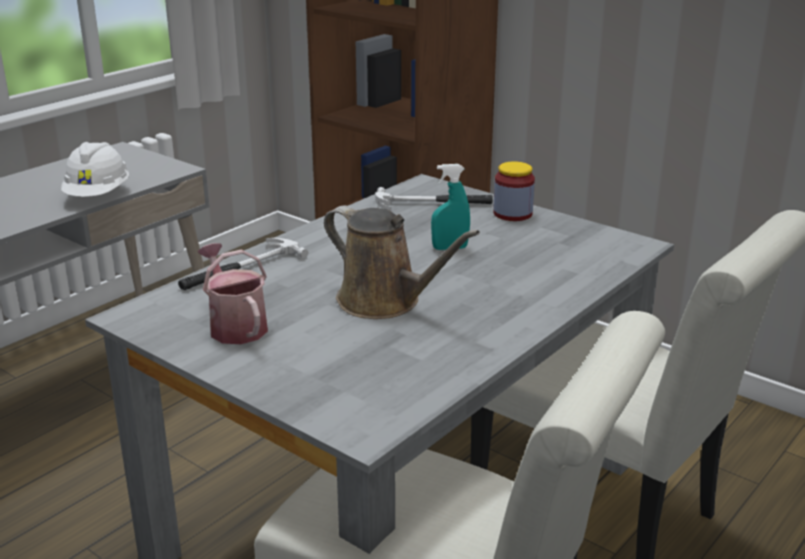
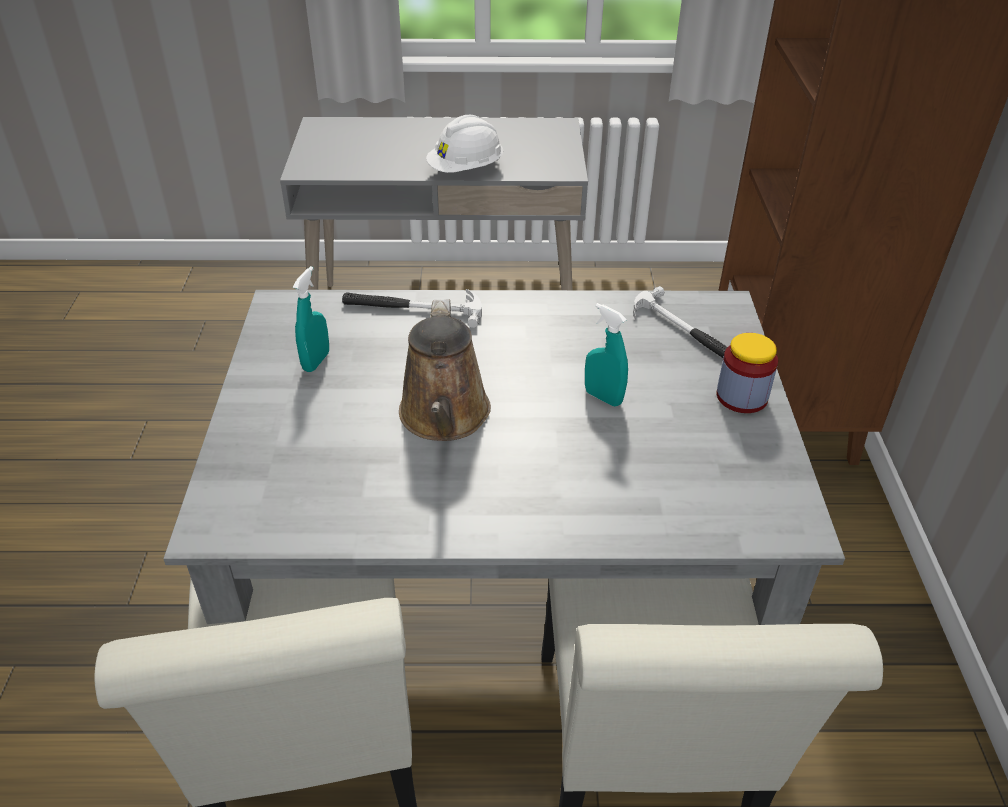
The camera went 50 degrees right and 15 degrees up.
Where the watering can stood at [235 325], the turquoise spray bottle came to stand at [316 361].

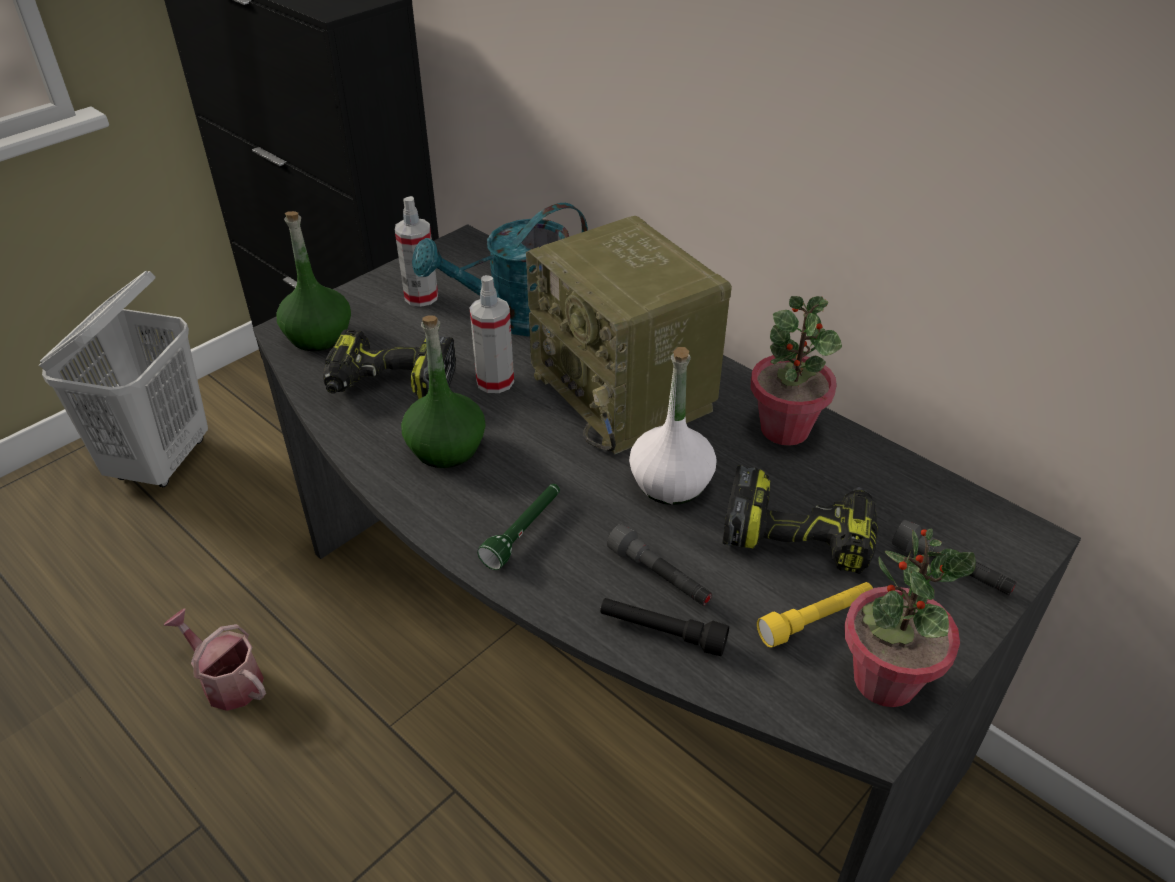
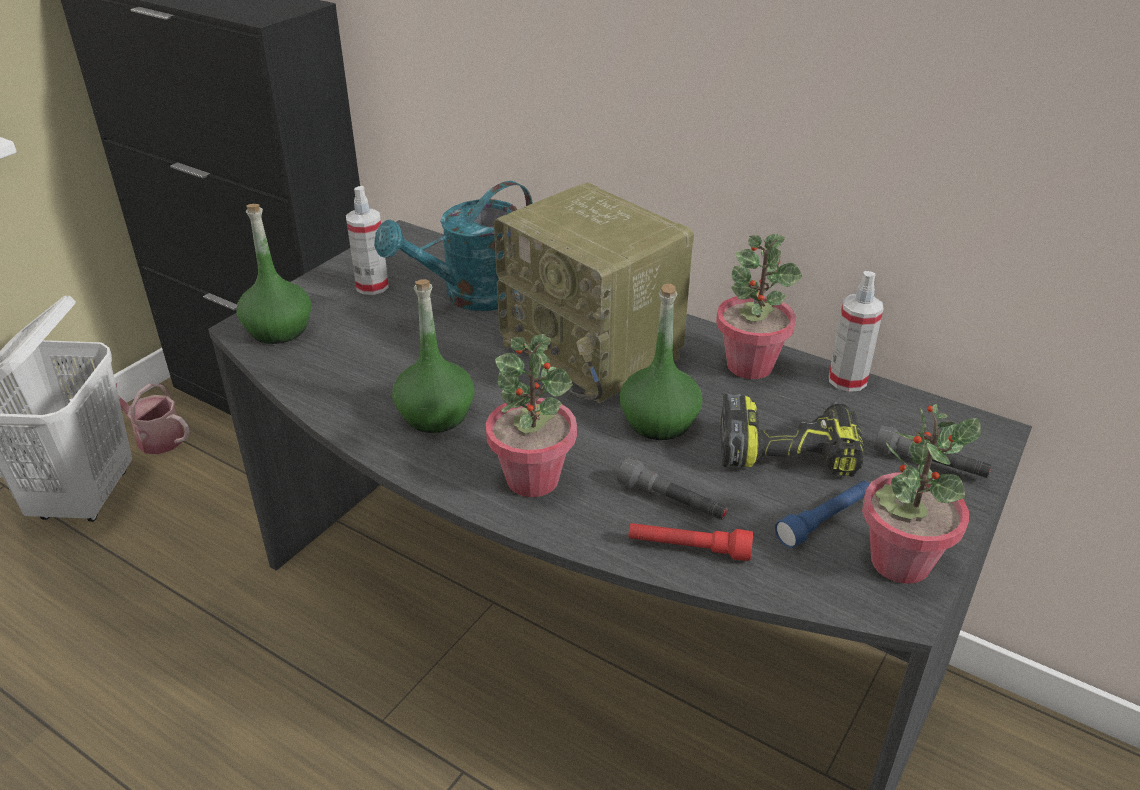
The camera went 10 degrees left and 5 degrees down.
The second view lost the power drill at [389 385].
The watering can ended up elsewhere, having gone from [227 681] to [155 438].
The spray bottle ended up elsewhere, having gone from [495 381] to [847 380].
Where the green flashlight stood at [524 532], the potted plant came to stand at [533 479].
What was the black flashlight at [662 633] turned into the red flashlight at [688 549].
What was the white bottle at [671 483] turned into the green bottle at [659 422].
What was the yellow flashlight at [816 620] turned into the blue flashlight at [824 521].

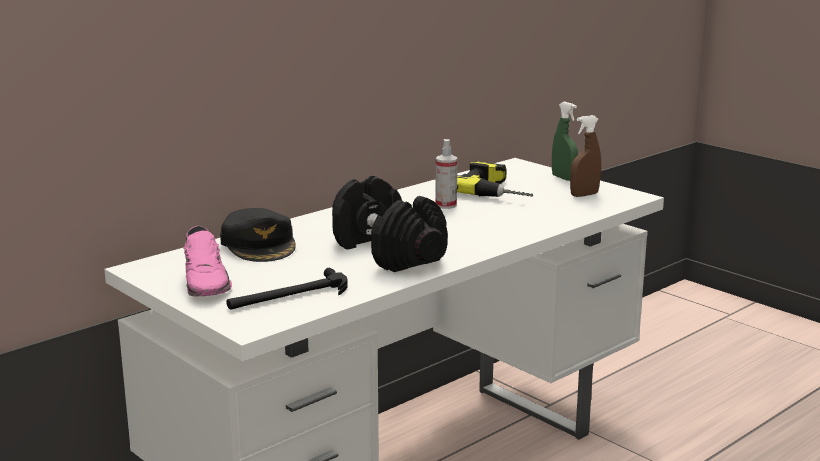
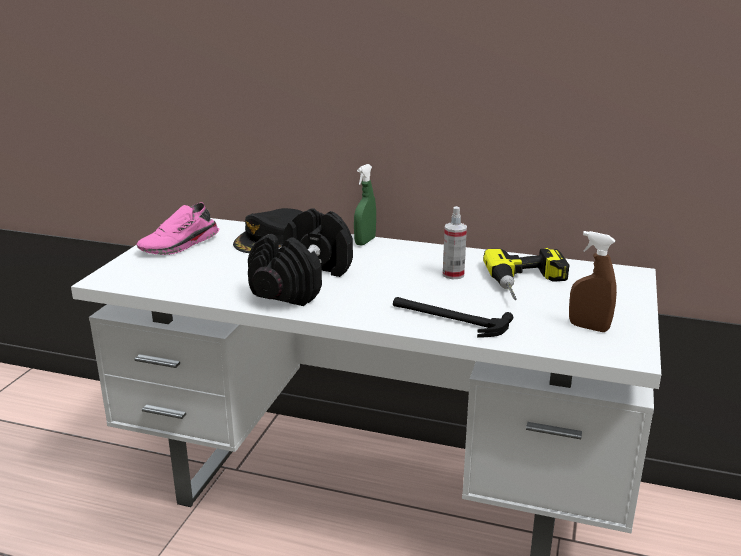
The camera went 60 degrees right and 5 degrees up.
The hammer ended up elsewhere, having gone from [288 296] to [448 318].
The green spray bottle ended up elsewhere, having gone from [563 178] to [365 241].

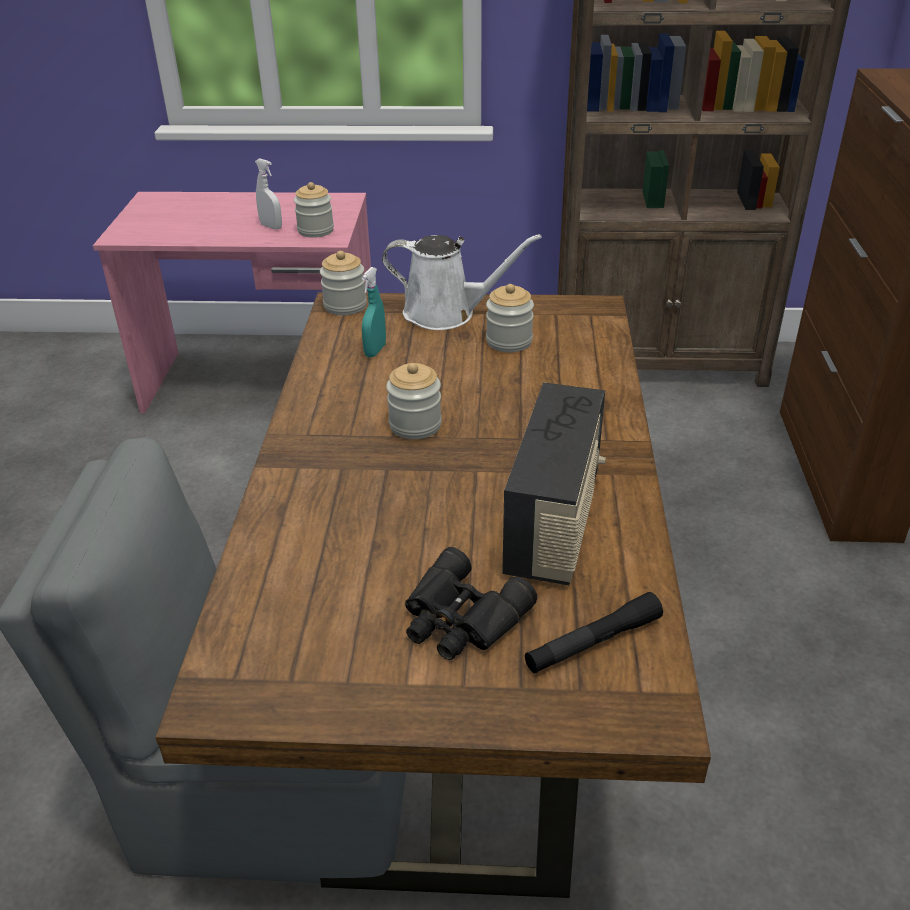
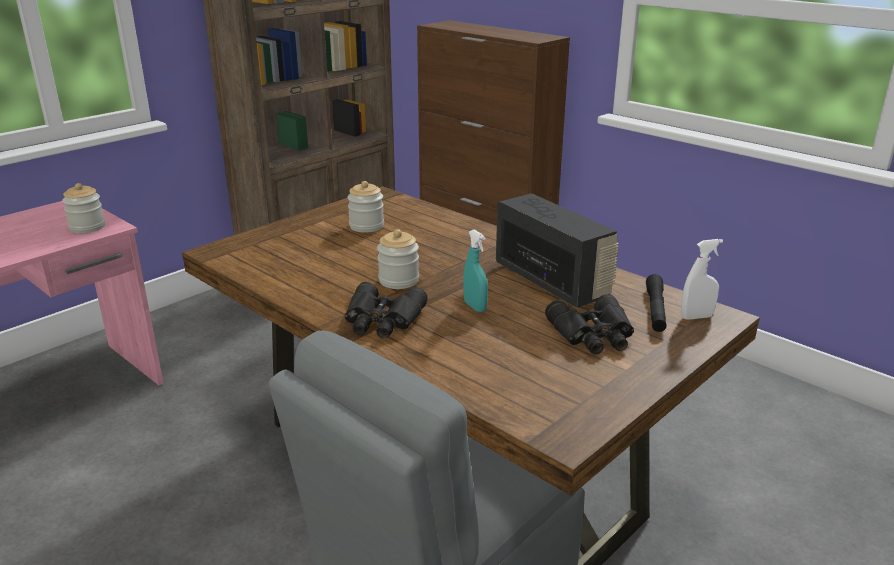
The camera went 50 degrees left and 10 degrees down.
The second view lost the jar at [345 306].
The second view lost the white watering can at [446 313].
The second view gained the black binoculars at [382 320].
The white spray bottle ended up elsewhere, having gone from [271 227] to [696 317].
The turquoise spray bottle ended up elsewhere, having gone from [375 351] to [475 307].

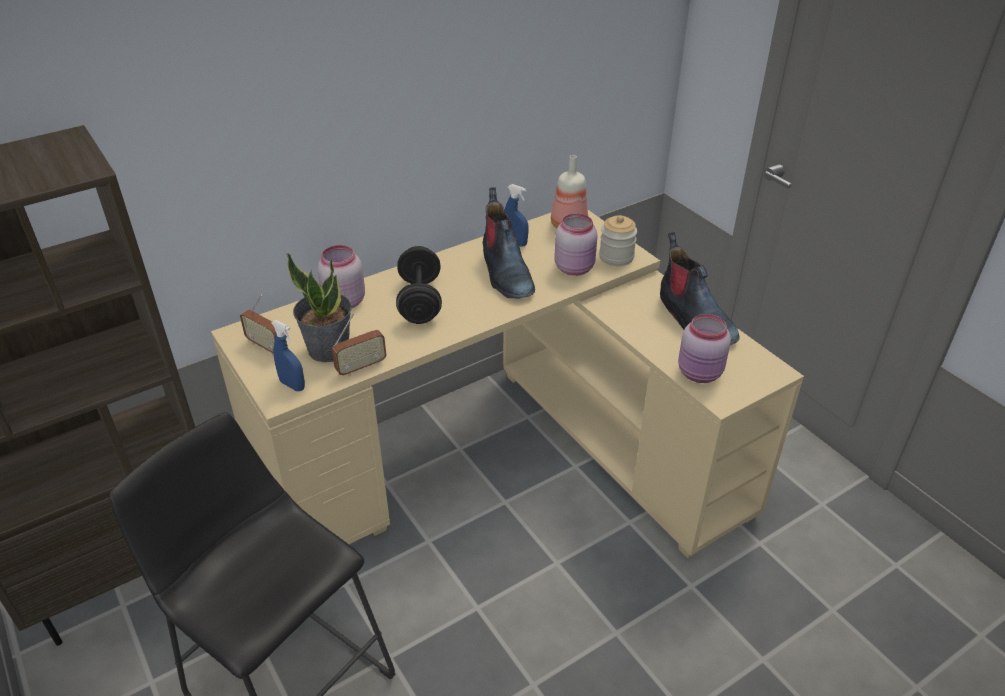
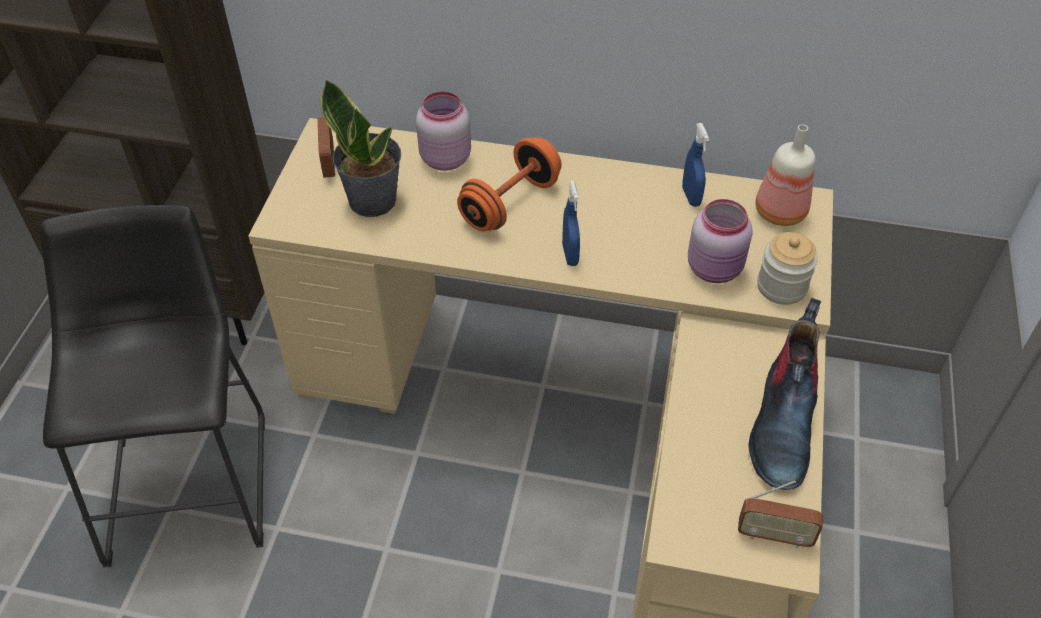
The camera went 45 degrees right and 10 degrees up.
The second view lost the boot at [505 273].
The second view lost the pink jar at [700 373].
The blue spray bottle ended up elsewhere, having gone from [292 385] to [570 255].
The radio ended up elsewhere, having gone from [361 367] to [774 536].
What was the black dumbbell at [420 301] turned into the orange dumbbell at [510 203].

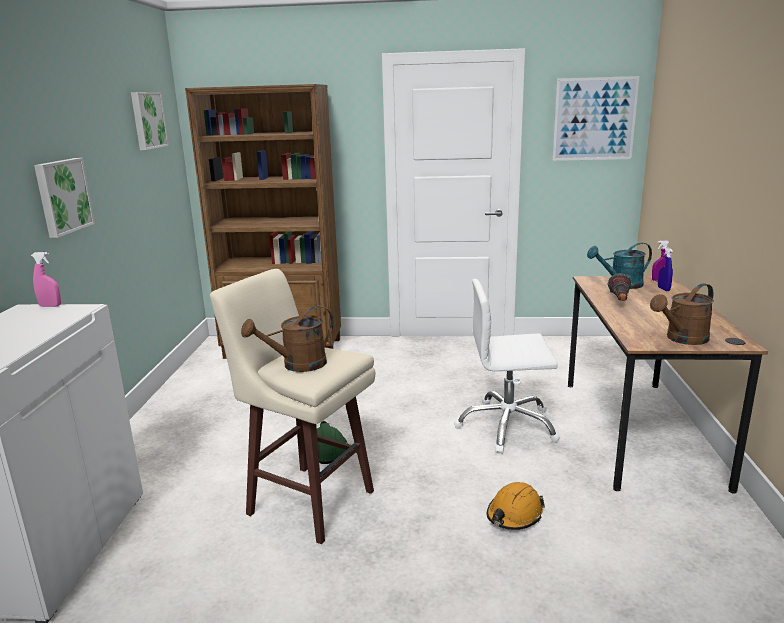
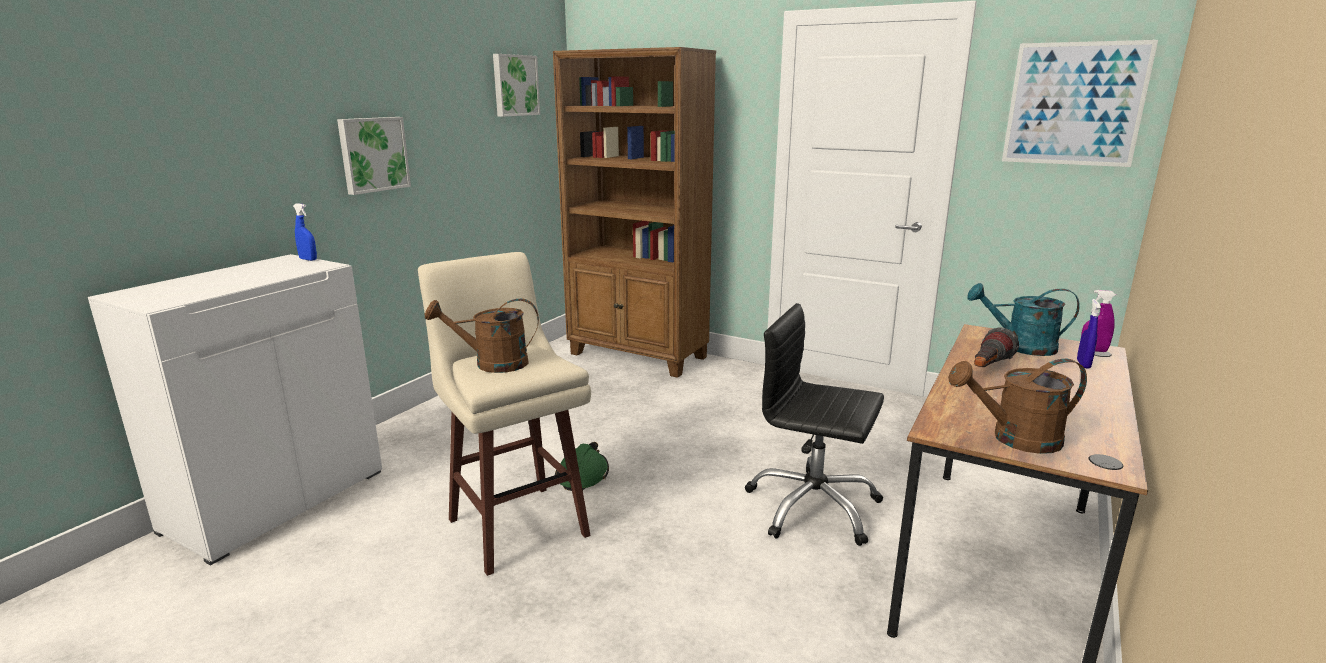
The camera went 25 degrees right and 0 degrees up.
The second view lost the orange hard hat at [514 515].
What was the pink spray bottle at [50 306] turned into the blue spray bottle at [308 259].
What was the white office chair at [507 426] turned into the black office chair at [812 507].

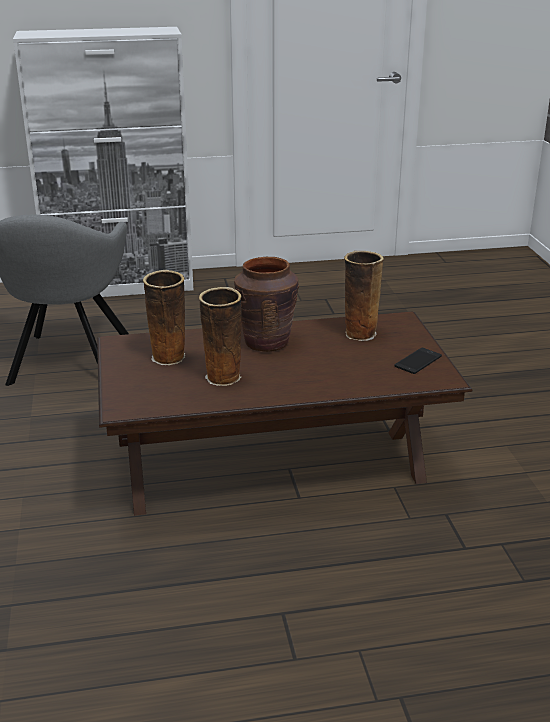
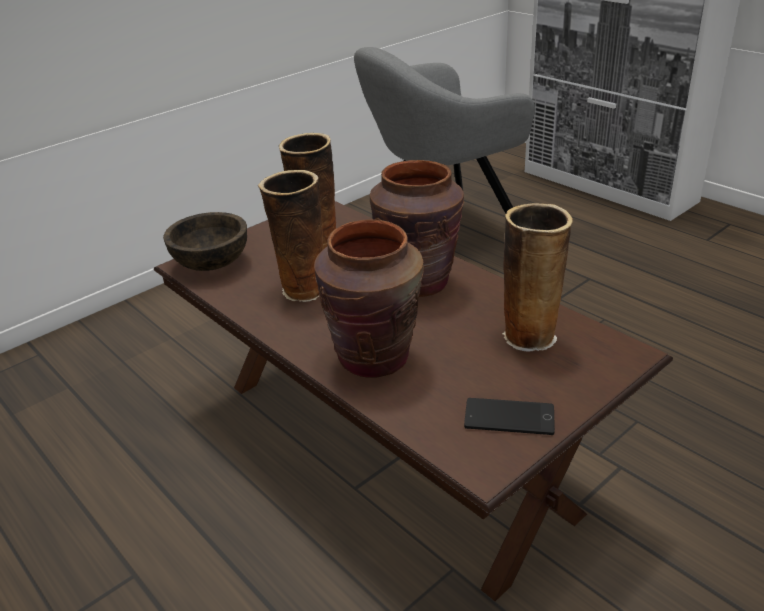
The camera went 60 degrees right and 5 degrees up.
The second view gained the brown bowl at [212 263].
The second view gained the brown vase at [374 357].

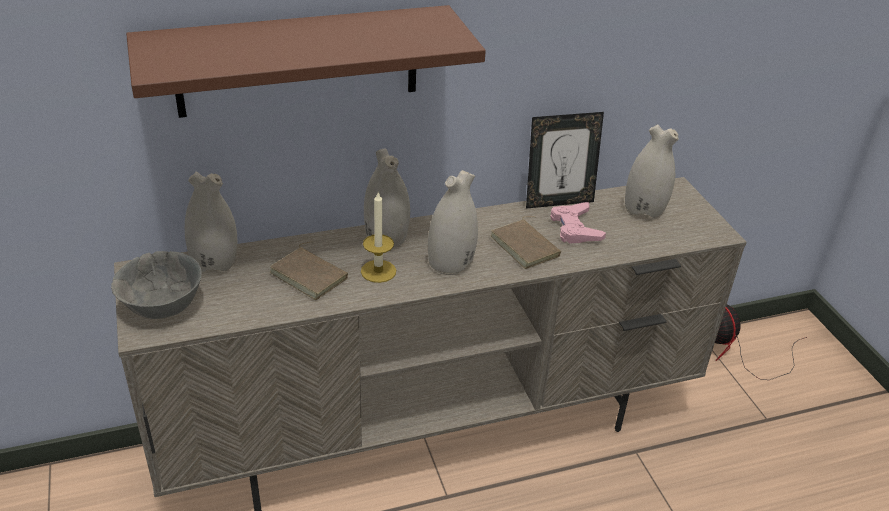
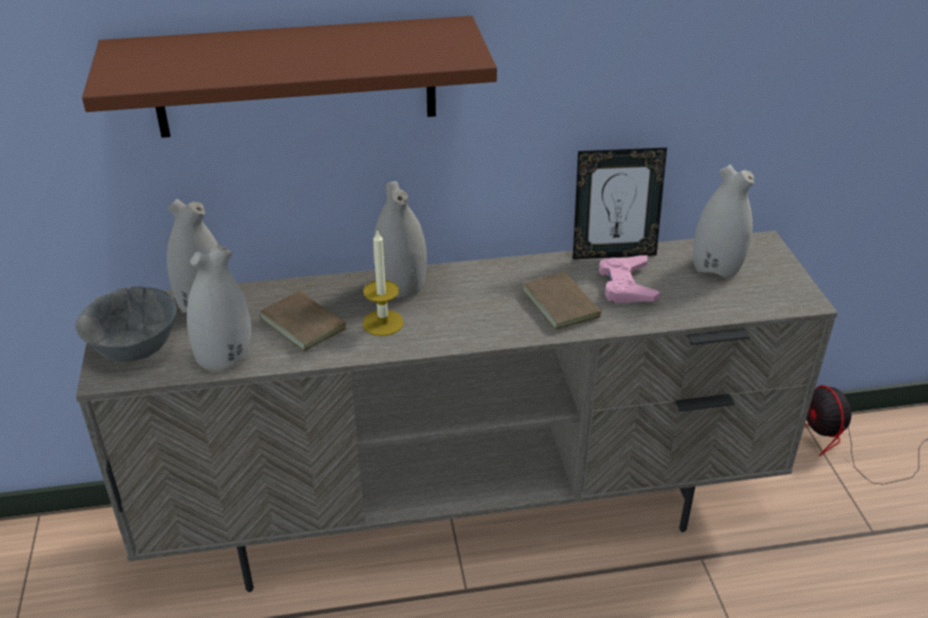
The camera went 10 degrees right and 0 degrees up.
The white vase ended up elsewhere, having gone from [451 263] to [225 356].

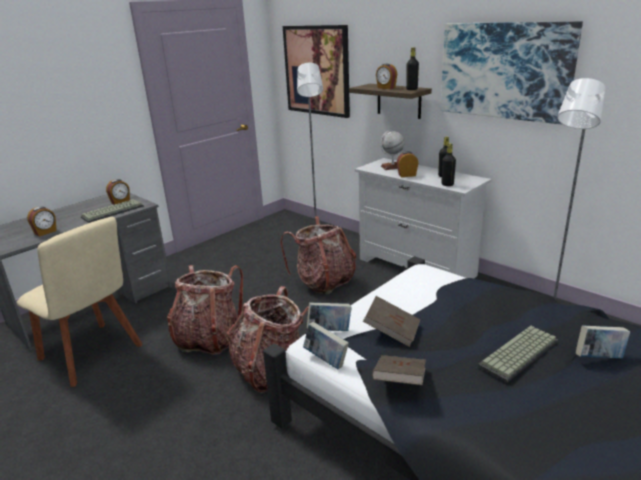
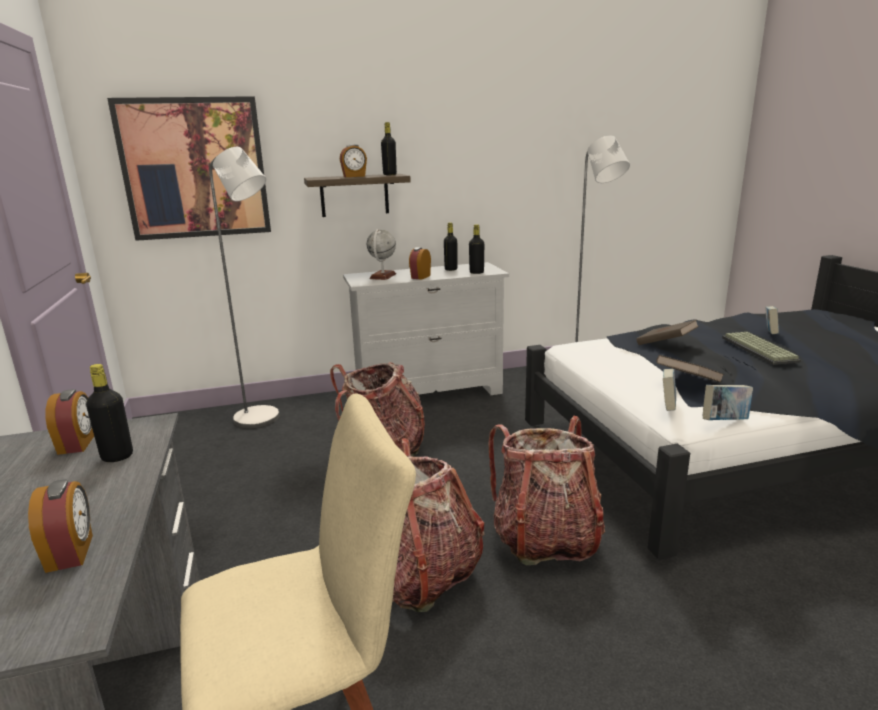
The camera went 60 degrees left and 5 degrees down.
The second view lost the picture at [504 71].
The brown book ended up elsewhere, having gone from [399 382] to [665 345].
Where the keyboard stood at [113 211], the black bottle came to stand at [117 456].

